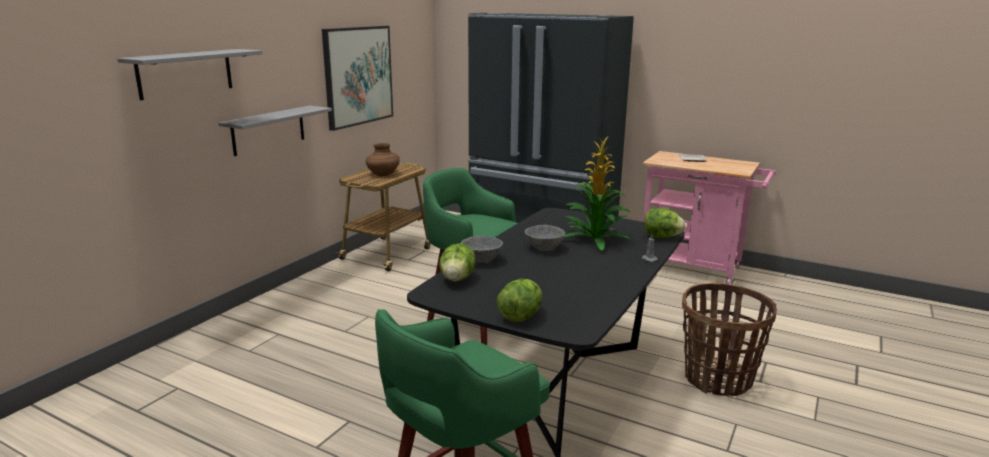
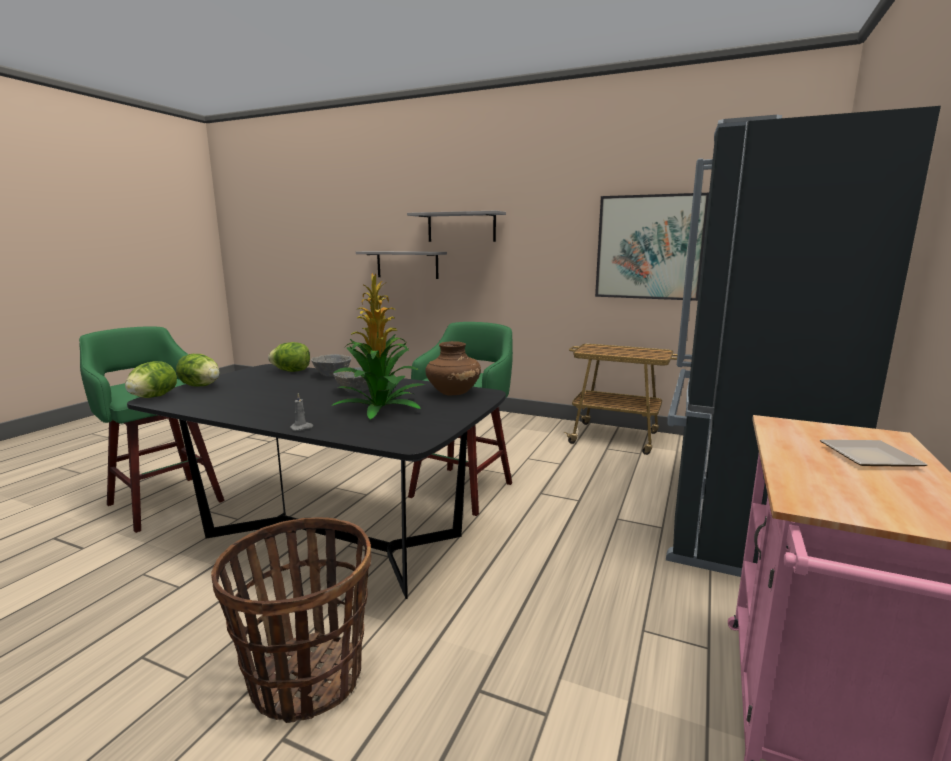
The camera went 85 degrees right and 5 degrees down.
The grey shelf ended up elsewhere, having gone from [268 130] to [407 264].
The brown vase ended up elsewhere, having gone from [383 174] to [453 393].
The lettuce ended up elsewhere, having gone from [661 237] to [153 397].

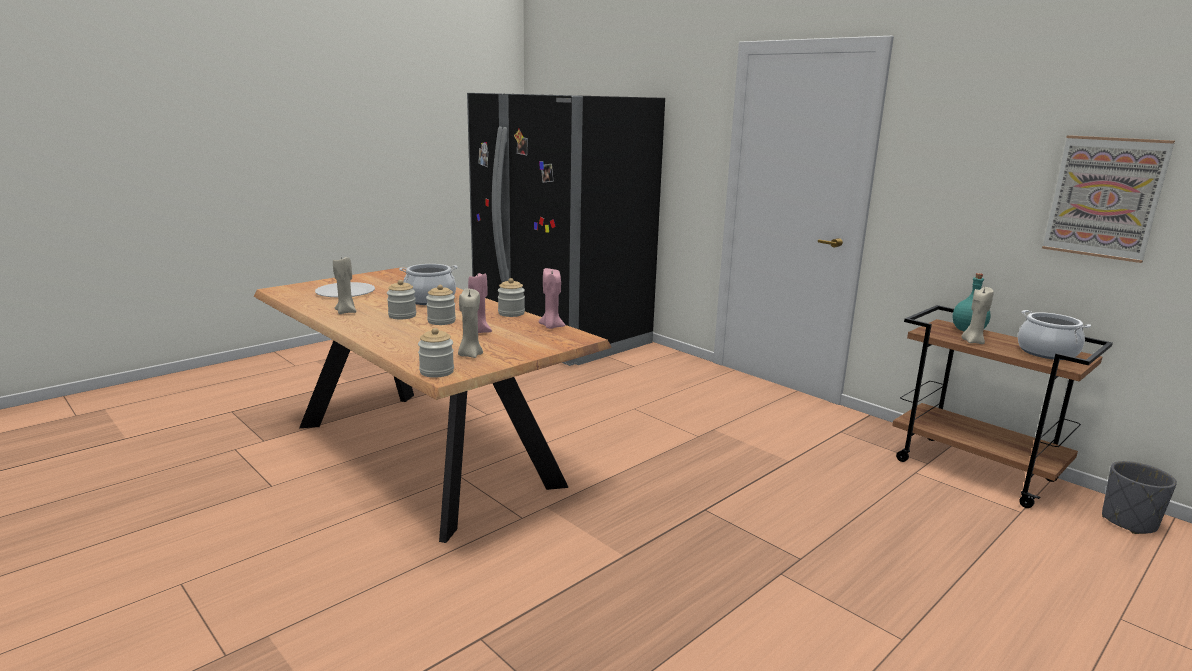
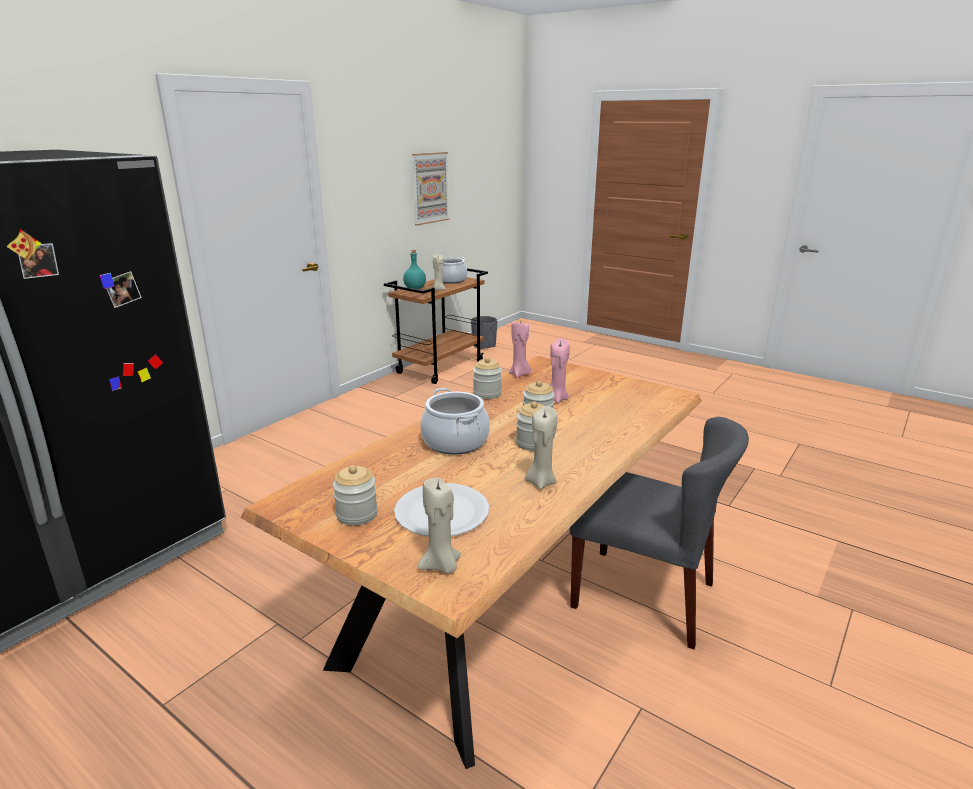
The camera went 100 degrees left and 5 degrees up.
The second view gained the grey chair at [644 595].
The jar ended up elsewhere, having gone from [437 372] to [357 514].
The beige candle ended up elsewhere, having gone from [470 355] to [441 566].

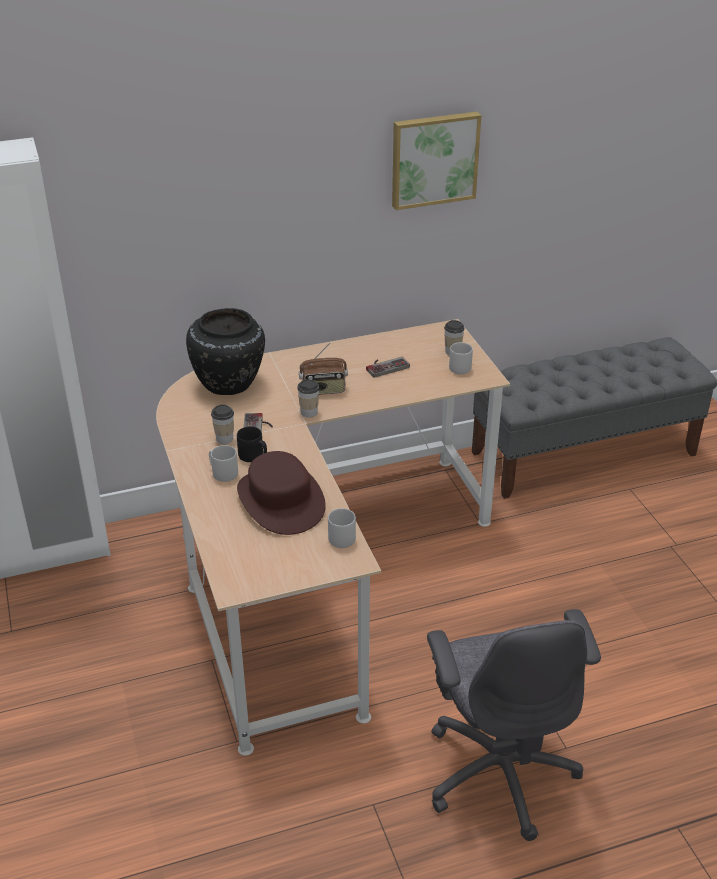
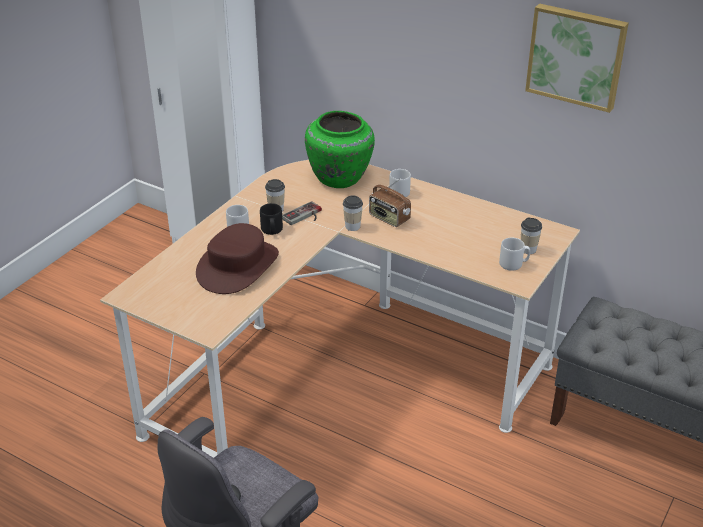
The camera went 50 degrees right and 0 degrees up.
The second view lost the game controller at [385 366].
The grey mug ended up elsewhere, having gone from [340 537] to [400 191].
What was the black vase at [230 384] turned into the green vase at [339 179].

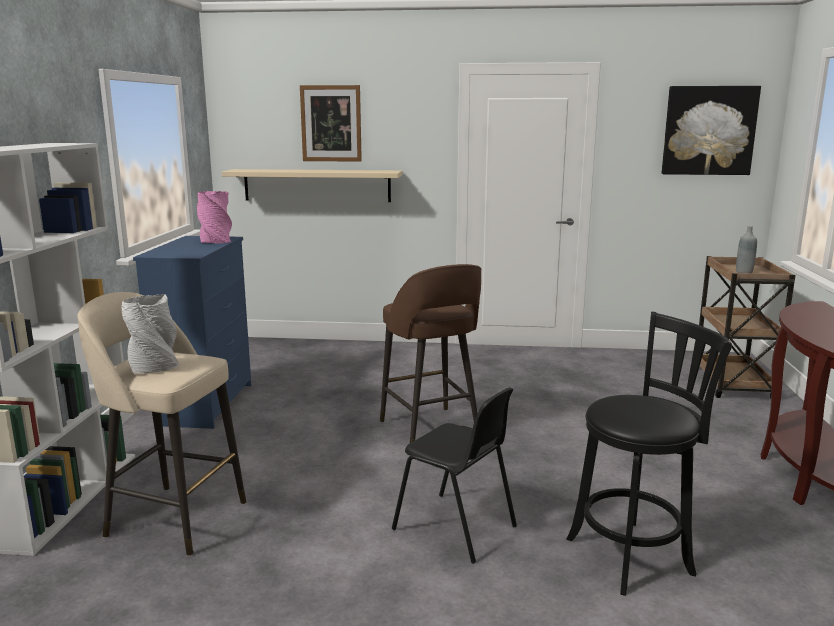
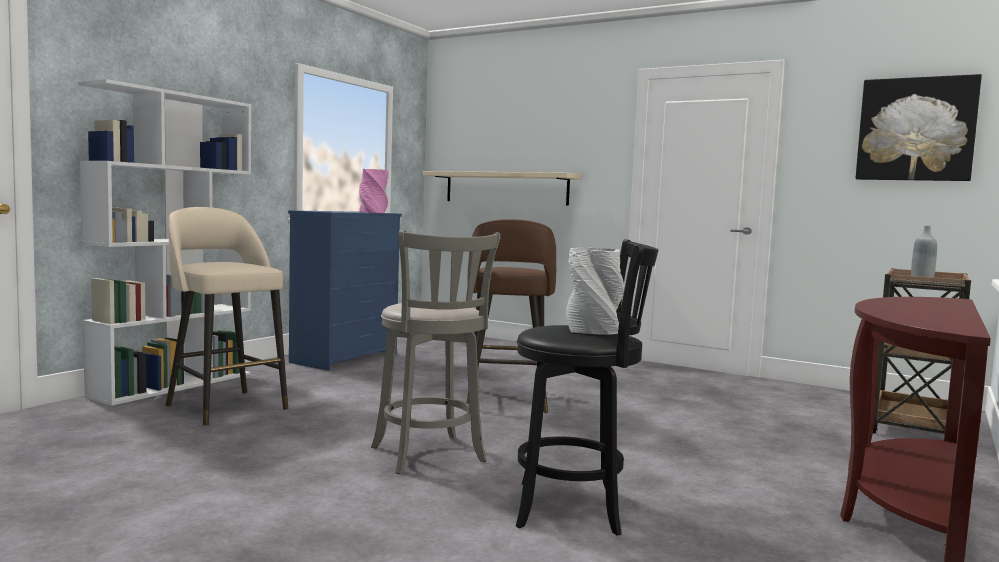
The camera went 25 degrees right and 10 degrees down.
The second view lost the picture at [331 123].
The grey vase ended up elsewhere, having gone from [155 367] to [593 331].
Where the black chair stood at [456 528], the grey stool came to stand at [430 456].

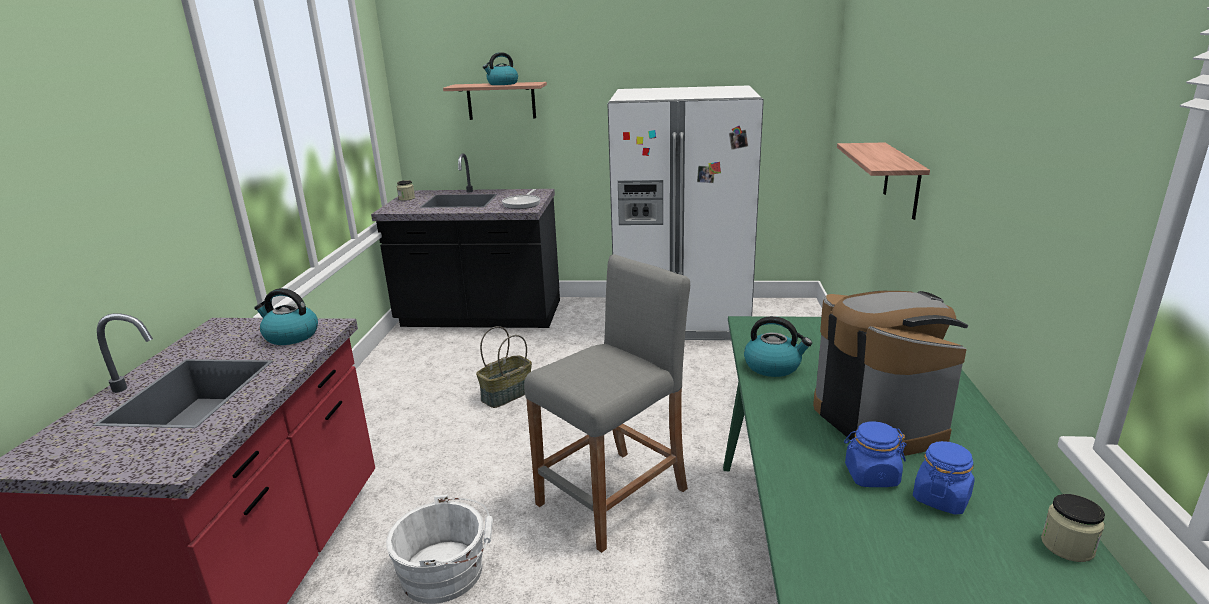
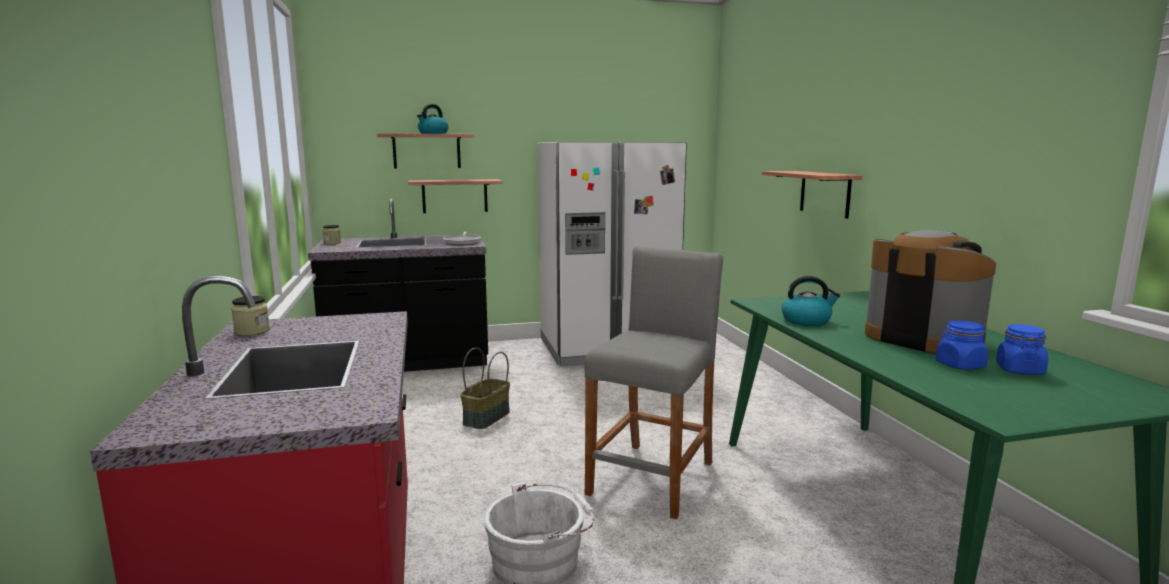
The camera went 20 degrees left and 10 degrees down.
The second view lost the kettle at [290 336].
The second view gained the shelf at [455 196].
The jar ended up elsewhere, having gone from [1067 546] to [252 331].

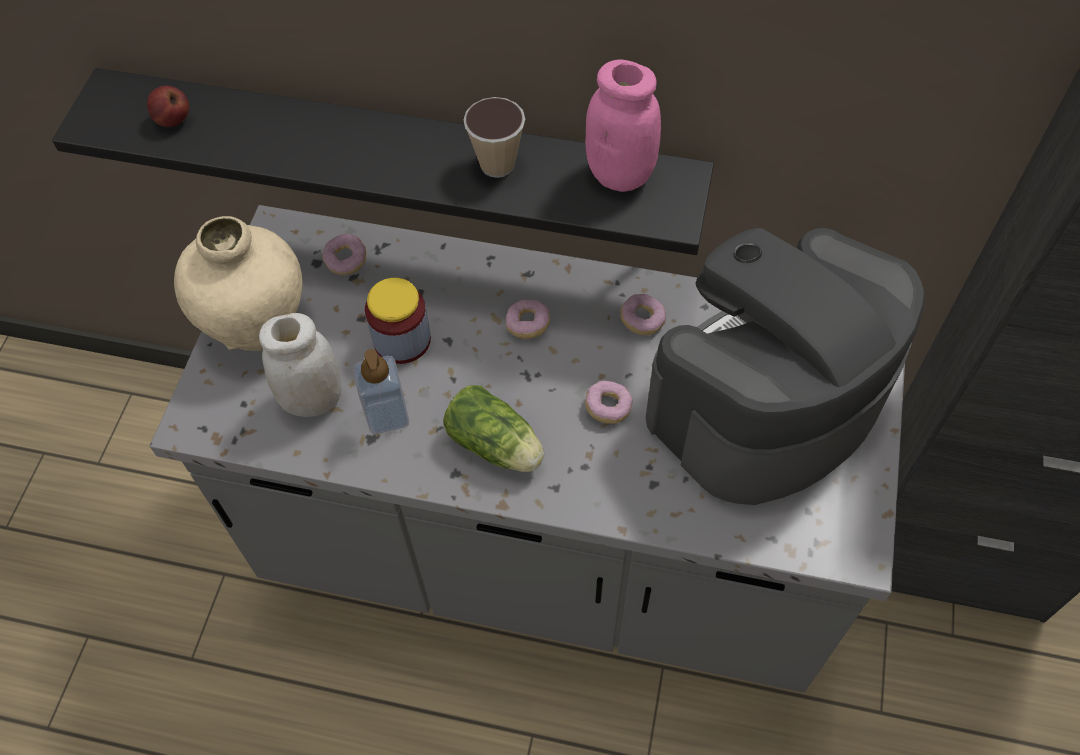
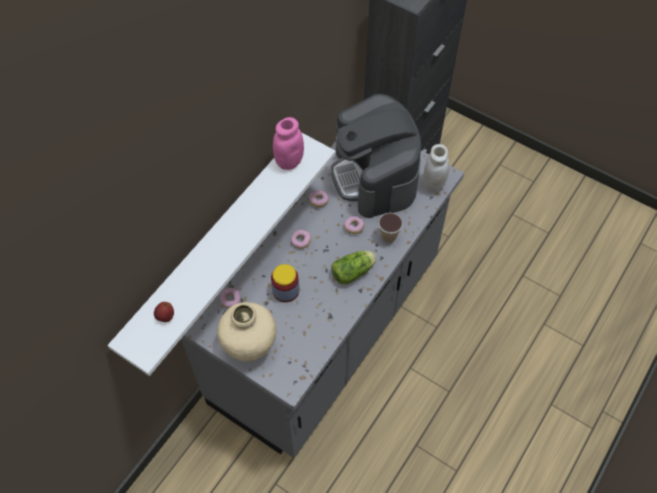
The camera went 70 degrees left and 0 degrees up.
The second view lost the soap dispenser at [387 415].
The white jar ended up elsewhere, having gone from [313 400] to [433 184].
The cup ended up elsewhere, having gone from [497 164] to [388 237].
What was the black shelf at [401 155] turned into the white shelf at [214 244].

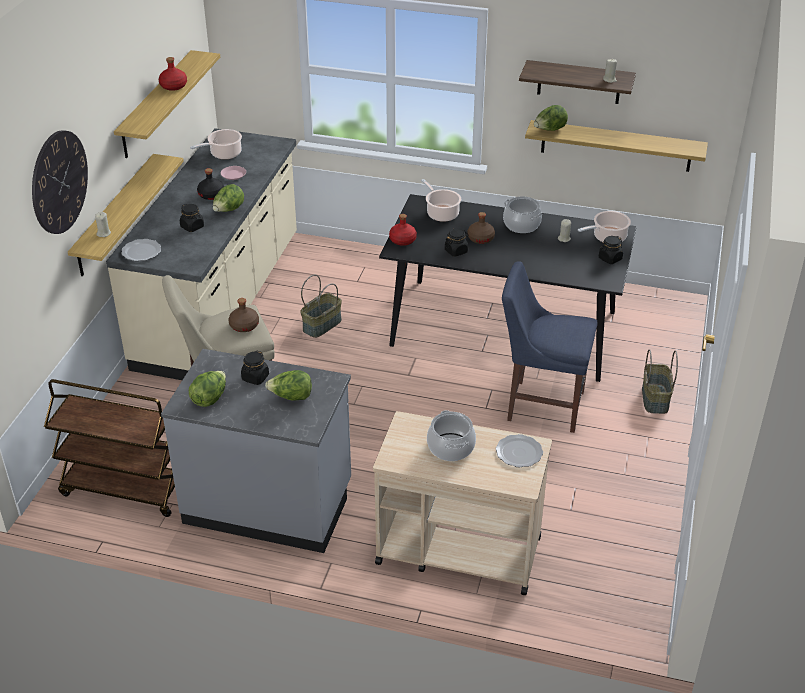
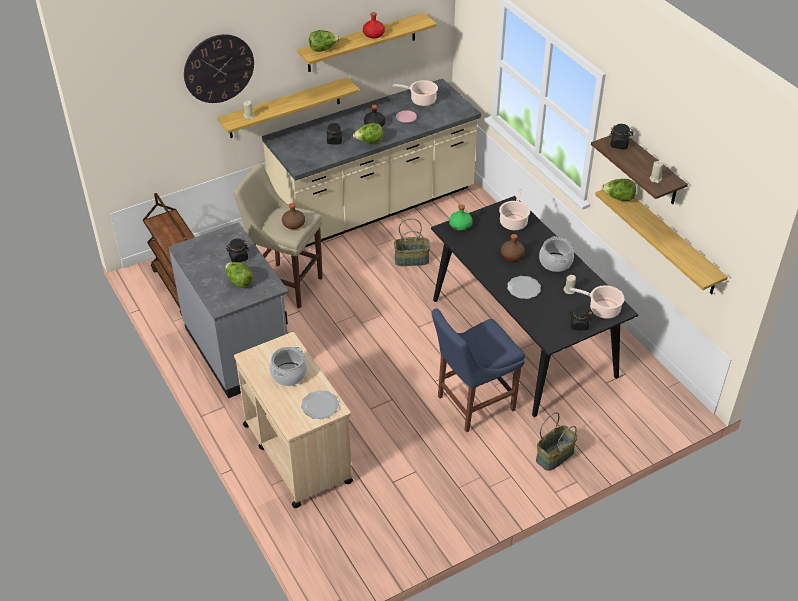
The camera went 45 degrees right and 5 degrees up.
The plate ended up elsewhere, having gone from [141 252] to [523 288].
The lettuce ended up elsewhere, having gone from [210 398] to [323 49].
The black jar ended up elsewhere, having gone from [456 251] to [619 144].
What was the red bottle at [403 240] turned into the green bottle at [460 225].
The blue chair at [541 405] ended up facing another way, 90 degrees counterclockwise from before.

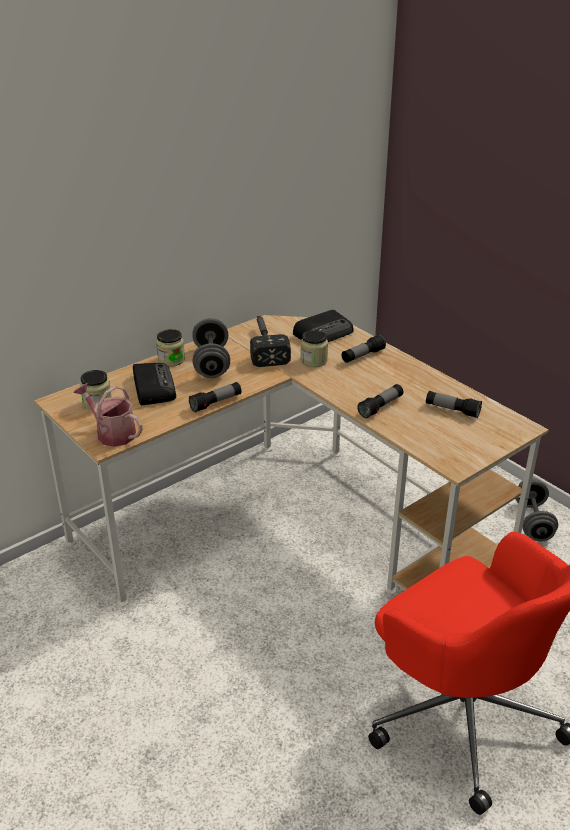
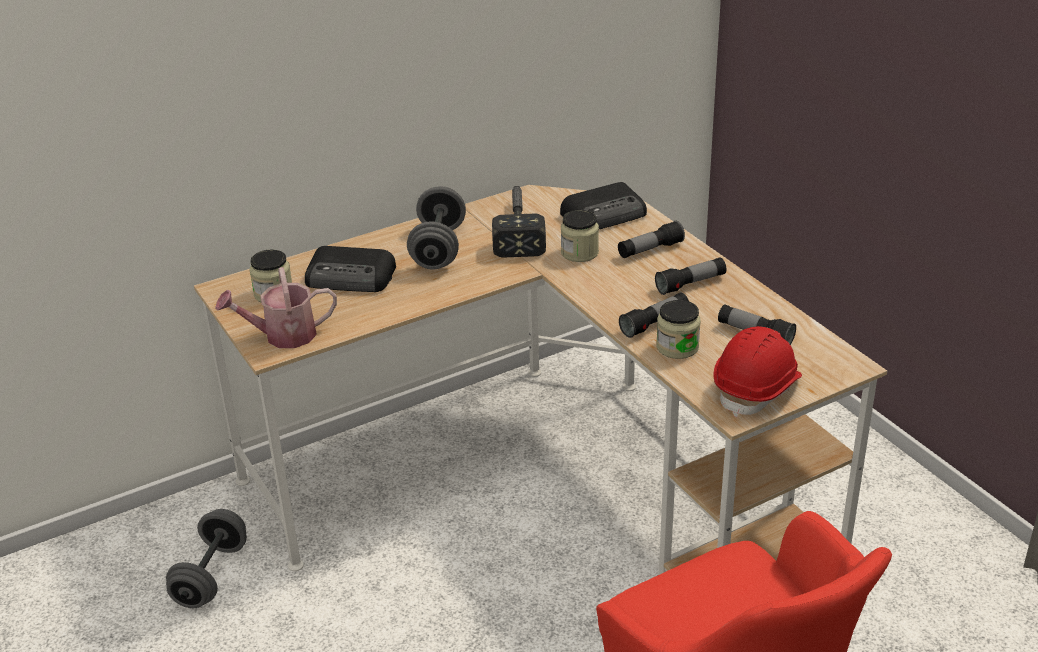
The camera went 10 degrees right and 0 degrees up.
The second view gained the red hard hat at [757 389].
The jar ended up elsewhere, having gone from [171 360] to [677 347].
The flashlight ended up elsewhere, having gone from [216 403] to [691 284].
The grey dumbbell ended up elsewhere, having gone from [533 522] to [211 575].
The watering can at [112 433] ended up facing another way, 60 degrees counterclockwise from before.
The radio at [153 387] ended up facing another way, 105 degrees clockwise from before.

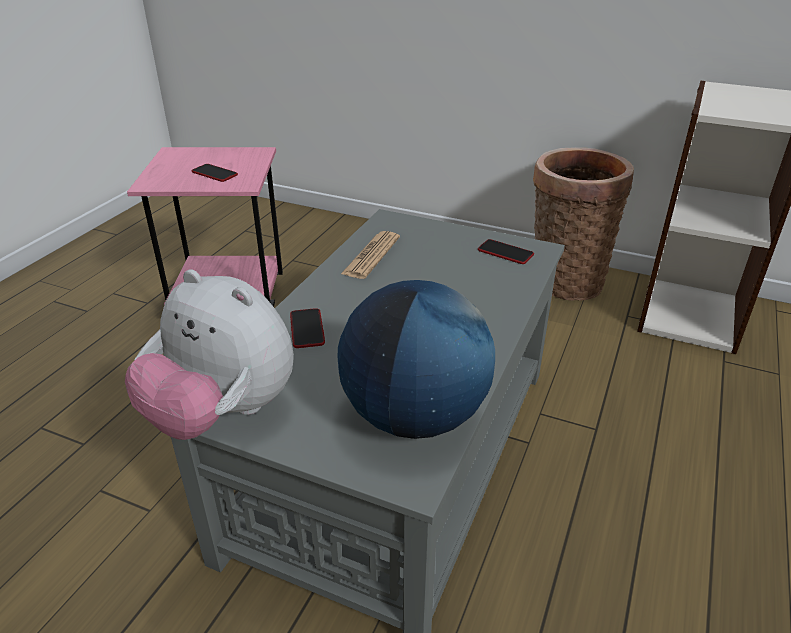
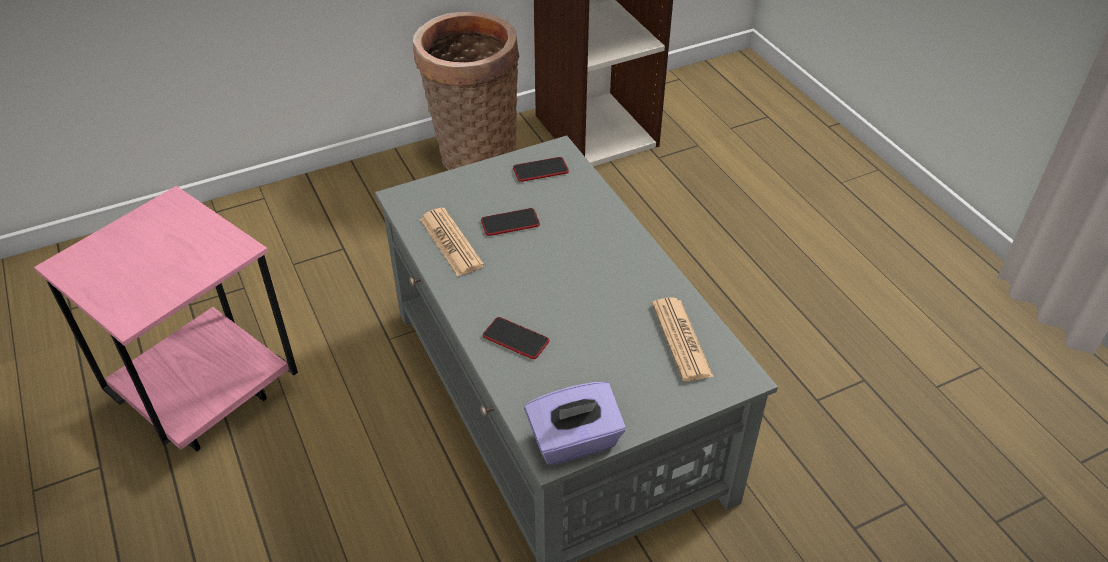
The camera went 50 degrees left and 10 degrees up.
The phone ended up elsewhere, having gone from [214 174] to [510 223].
Where the plush toy stood at [222 414], the purple tissue box came to stand at [574 441].
Where the globe stood at [414 416], the newspaper came to stand at [681 339].

